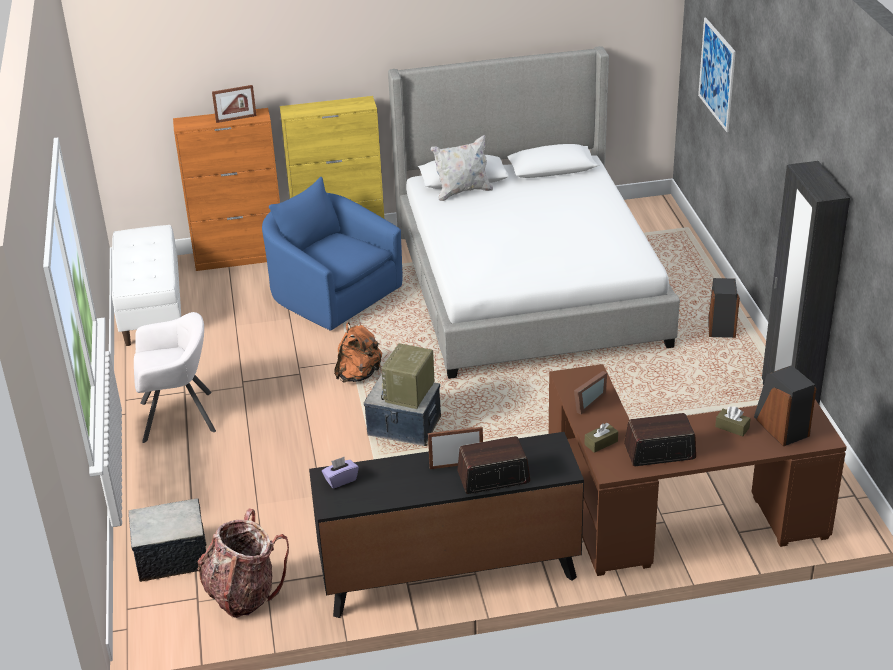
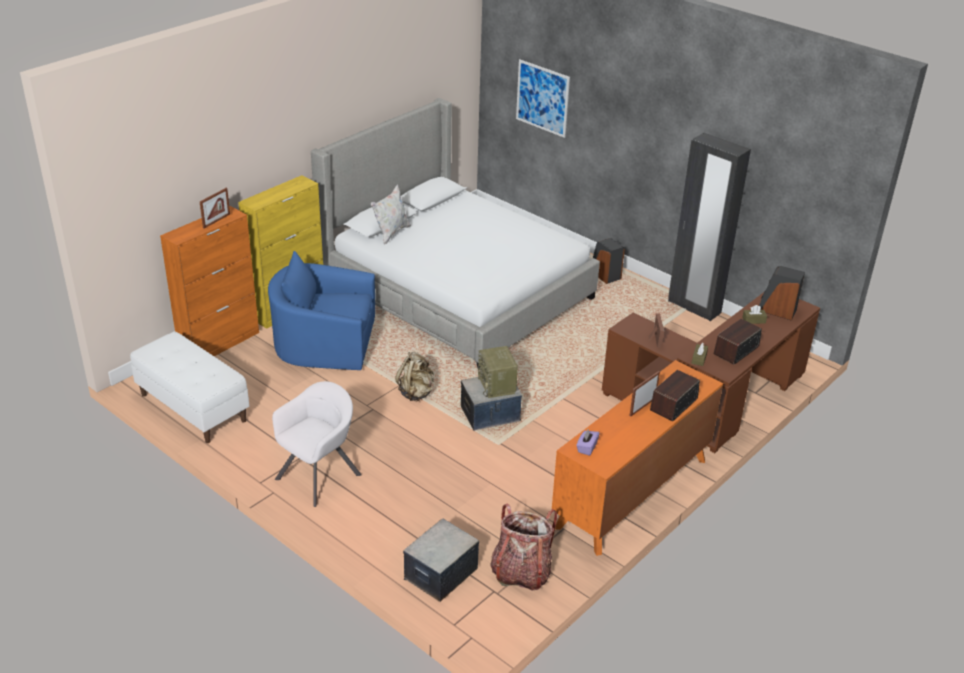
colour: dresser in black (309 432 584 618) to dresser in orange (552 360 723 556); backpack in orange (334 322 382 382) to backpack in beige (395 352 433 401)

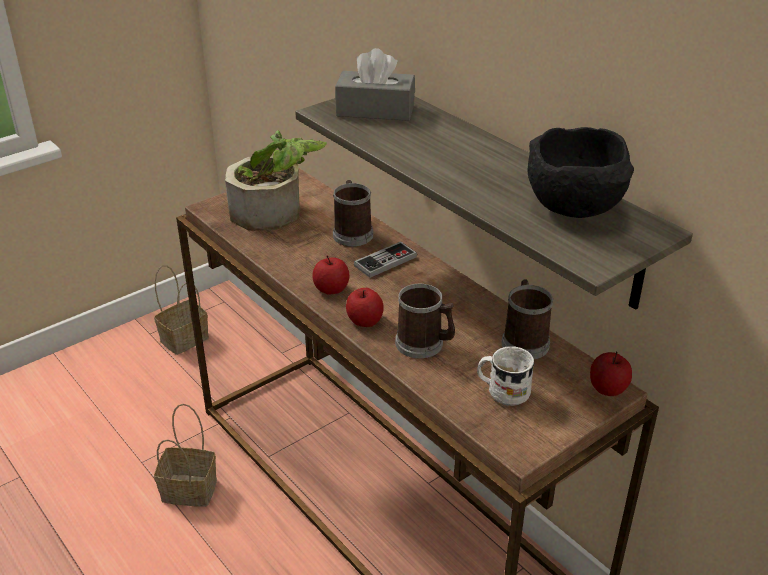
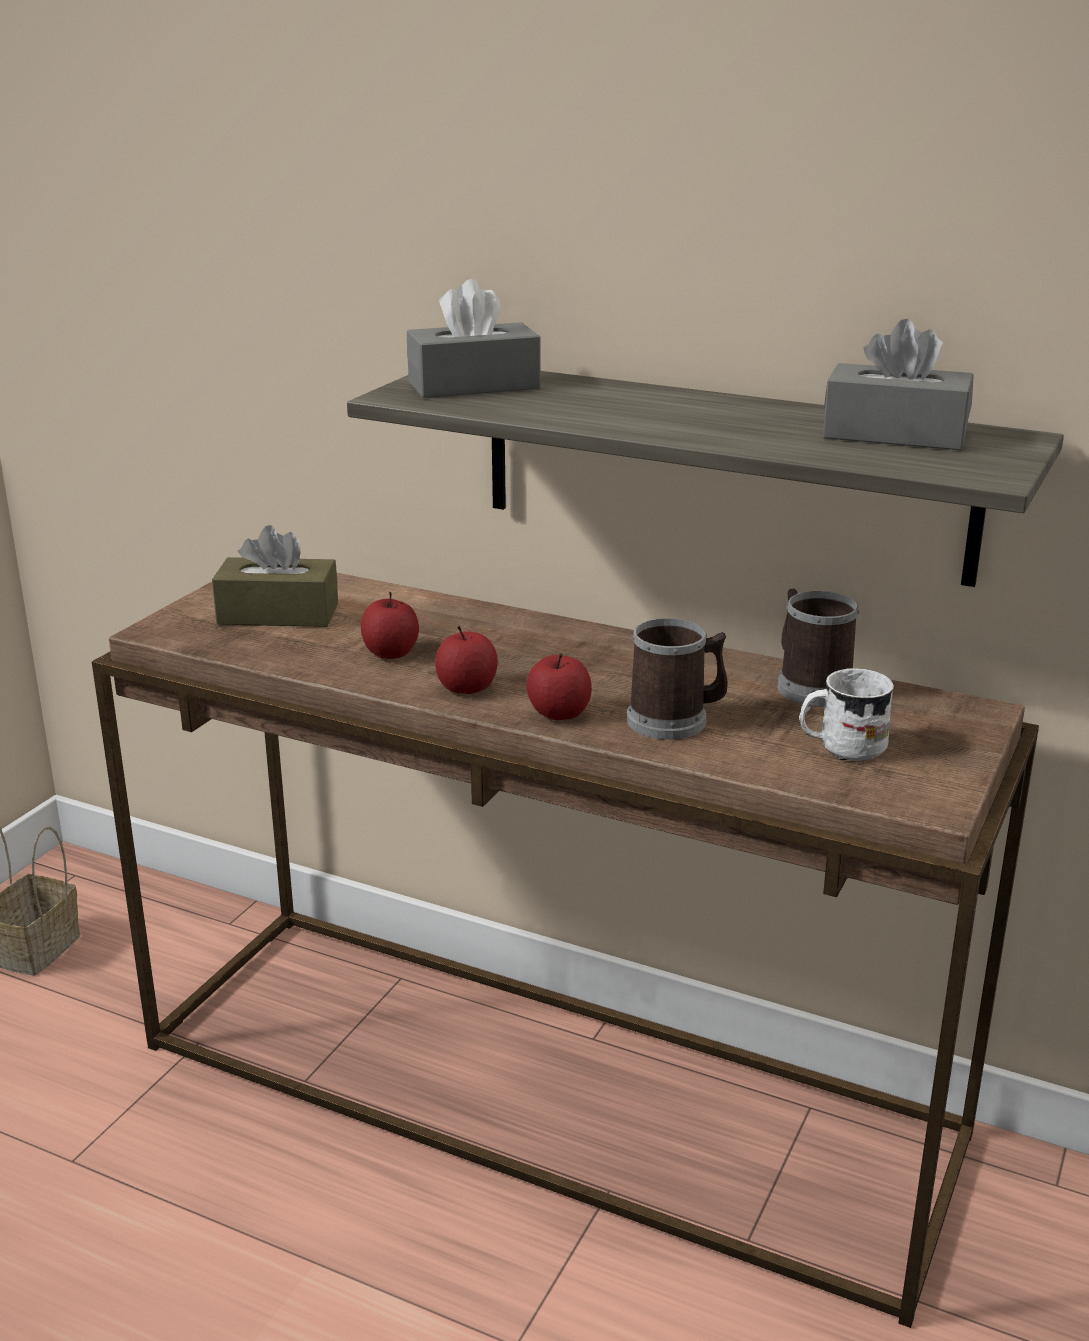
missing: basket (154 404 217 507); mug (333 180 373 246); game controller (354 241 417 278)
relocated: apple (590 352 632 396) to (361 592 419 659)
exchanged: potted plant (225 130 327 231) to tissue box in brown (212 525 338 627); bowl in black (527 127 634 218) to tissue box in grey (823 319 974 450)

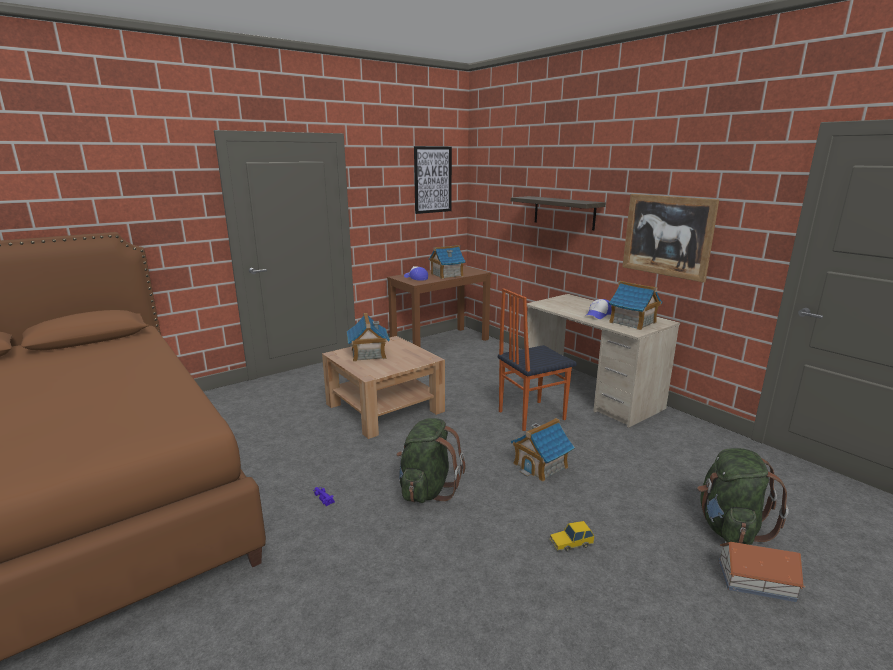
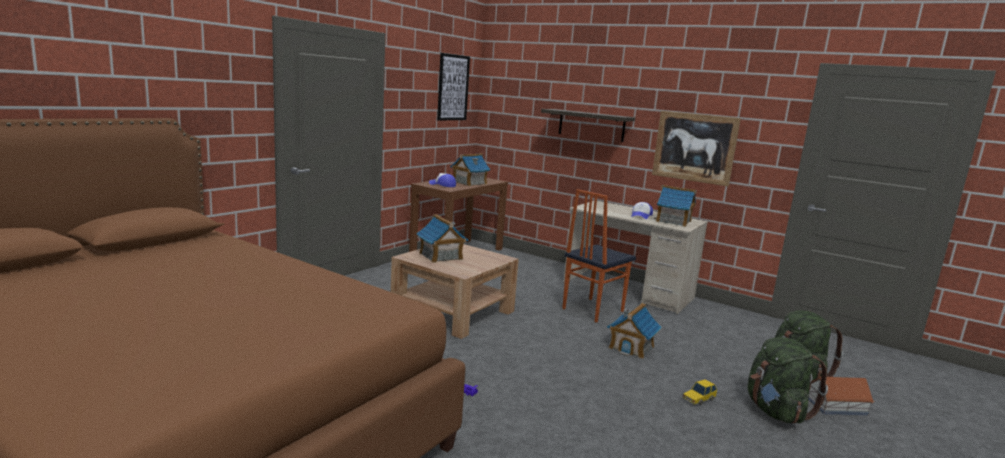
relocated: backpack in green (396 418 466 503) to (748 337 828 424)

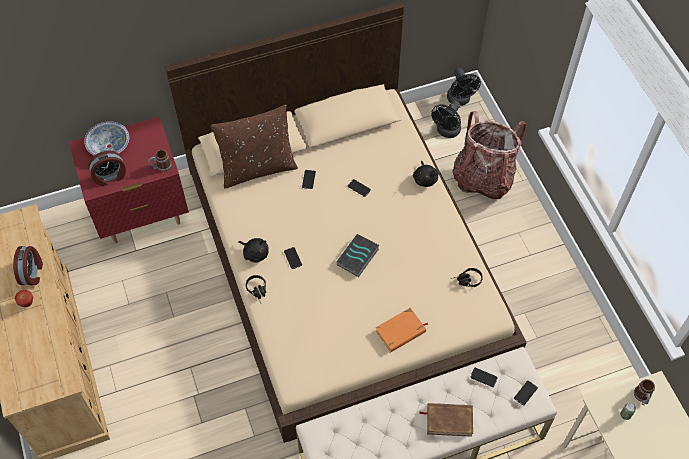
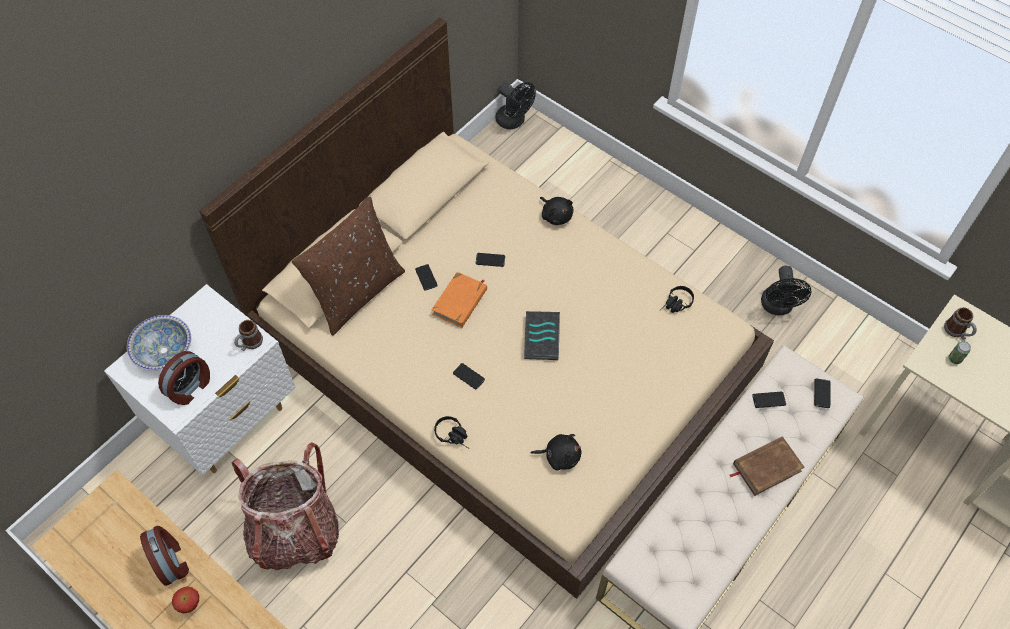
relocated: plush toy in black (238 238 269 262) to (531 434 582 471); book in orange (375 308 428 353) to (432 272 487 328); fan in black (431 100 461 138) to (761 266 811 315); backpack (452 111 526 199) to (231 442 339 570)
colour: nightstand in red (69 116 189 244) to nightstand in white (104 284 295 475)

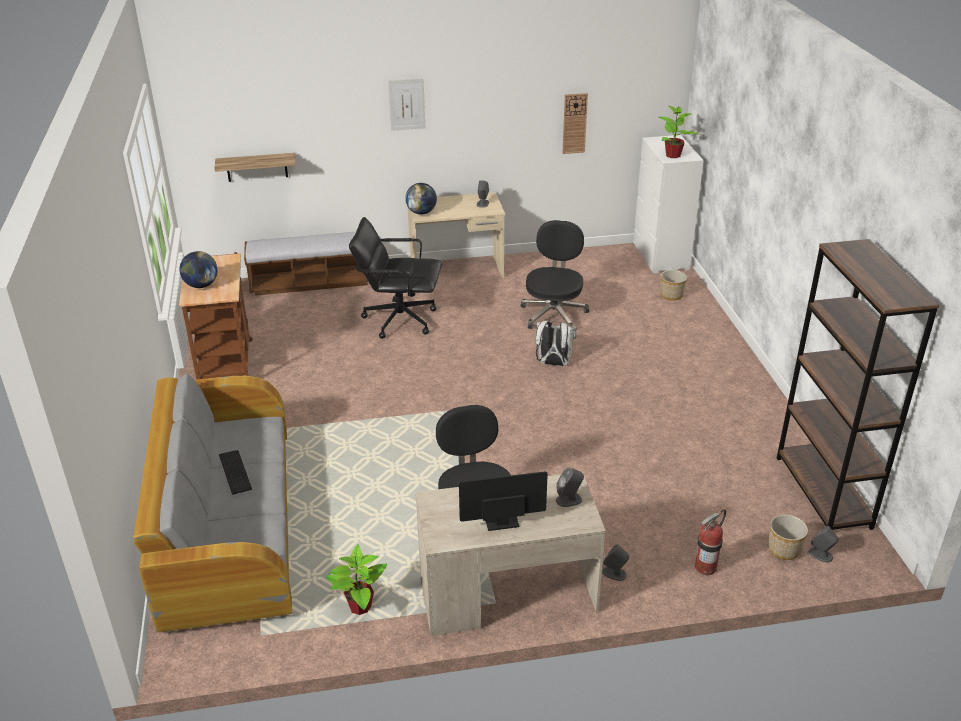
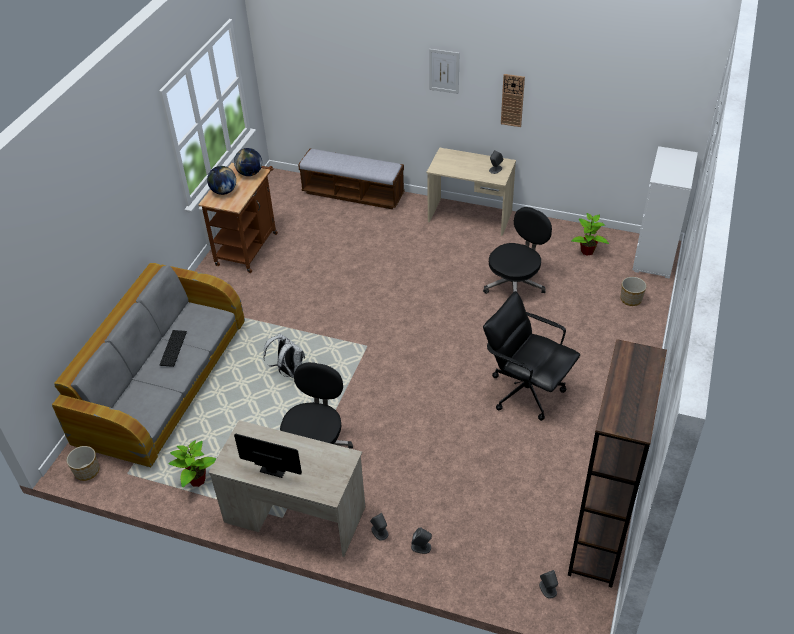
missing: shelf (214 153 296 182); fire extinguisher (695 509 726 575)
relocated: office chair in black (349 217 442 339) to (483 291 580 421); globe (405 183 437 215) to (234 148 262 176); backpack in white (536 321 576 366) to (263 333 305 378); speaker in grey (556 468 584 507) to (411 527 432 554); wall clock (562 93 588 154) to (501 74 525 127); potted plant (658 105 701 158) to (571 213 609 256); planter (768 515 808 560) to (66 446 99 481)

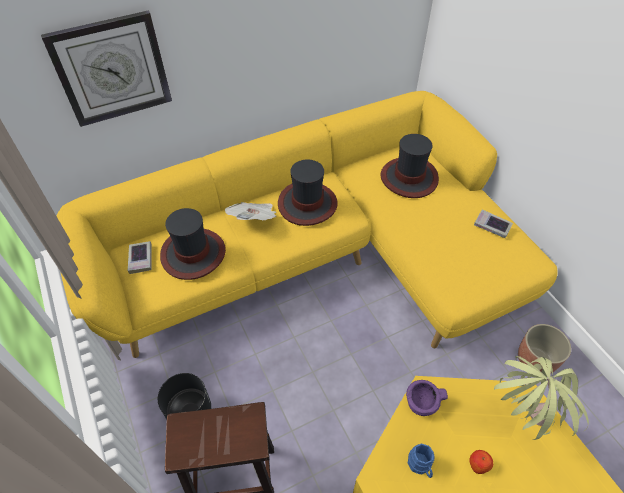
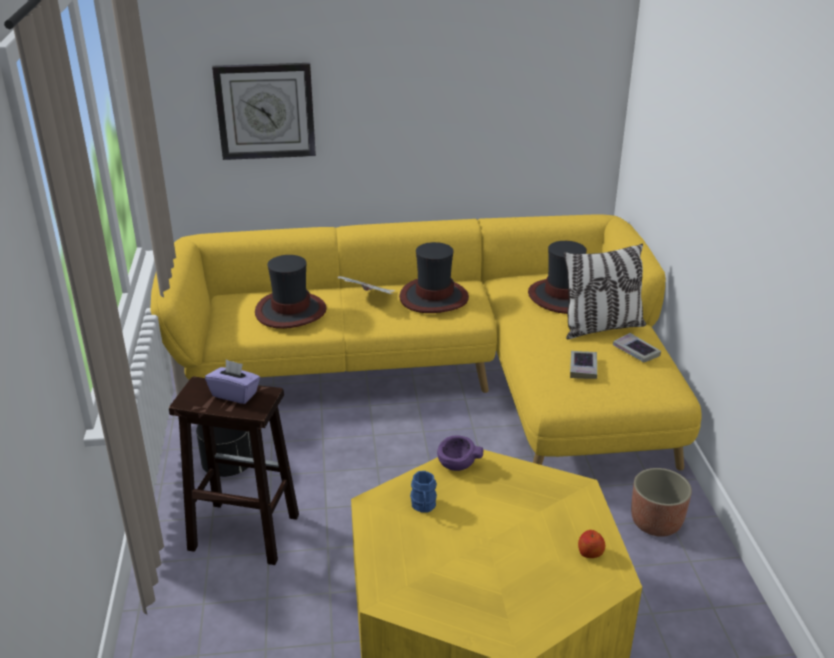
missing: potted plant (494 356 589 440)
appeared: tissue box in purple (205 359 260 404); pillow (564 244 646 339)
relocated: book (128 241 152 274) to (570 351 597 379); apple (469 450 493 474) to (578 530 605 558)

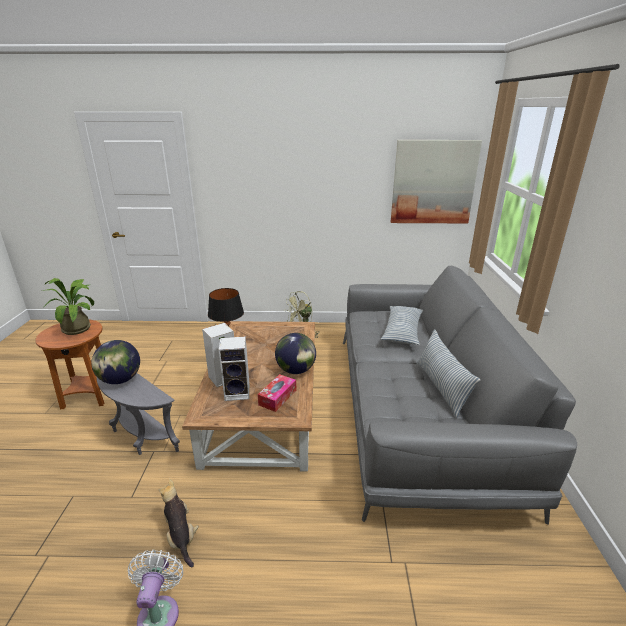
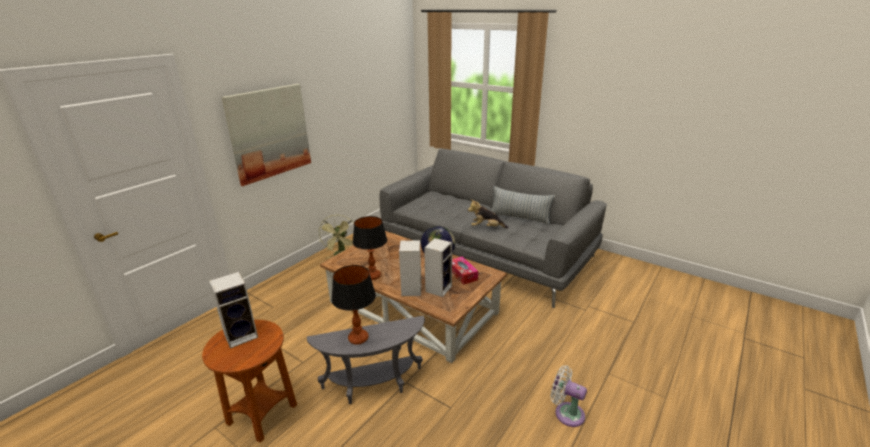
missing: pillow (381 306 423 345)
relocated: plush toy (159 479 199 567) to (468 199 509 228); picture (391 140 482 223) to (221 84 311 186)
exchanged: potted plant (42 278 94 335) to speaker (209 272 258 348); globe (91 340 140 384) to table lamp (331 265 376 345)

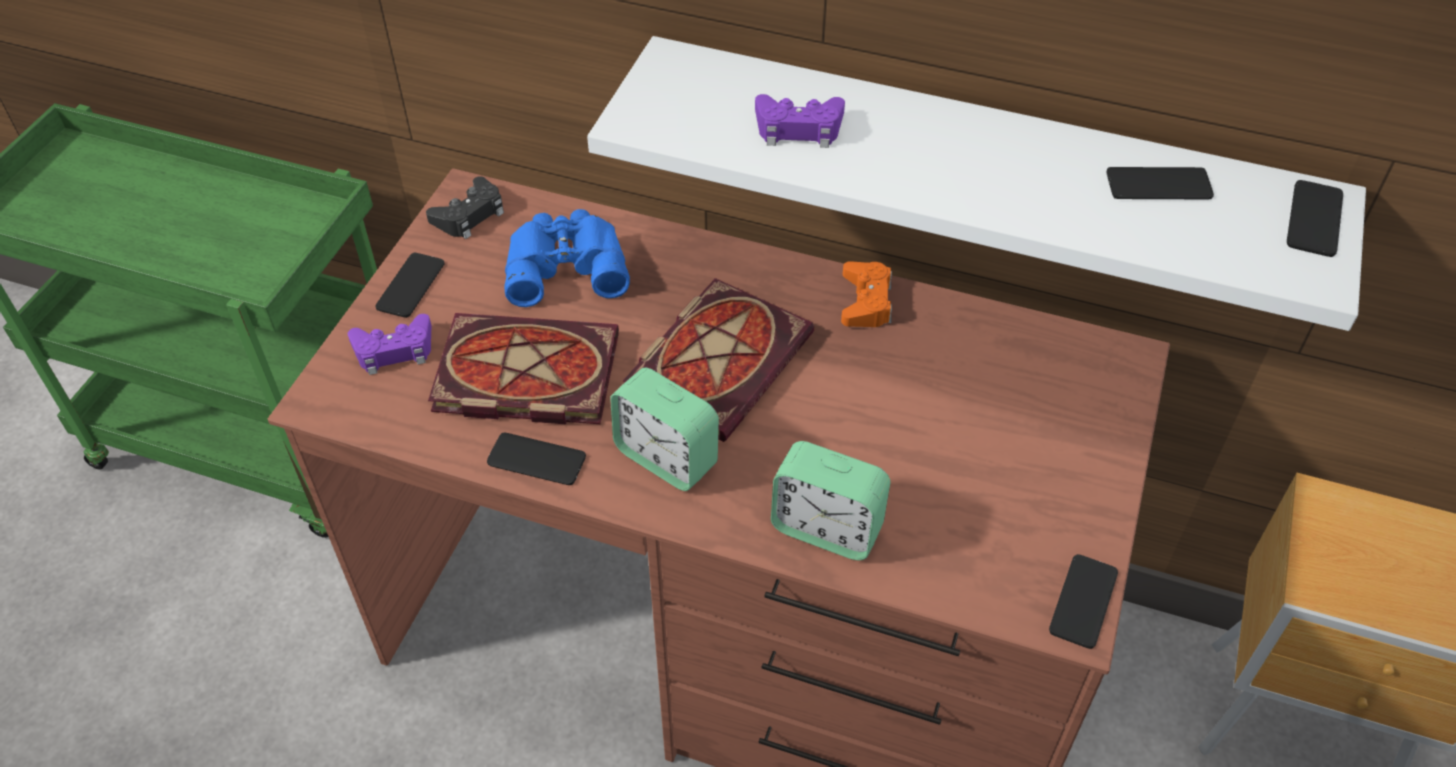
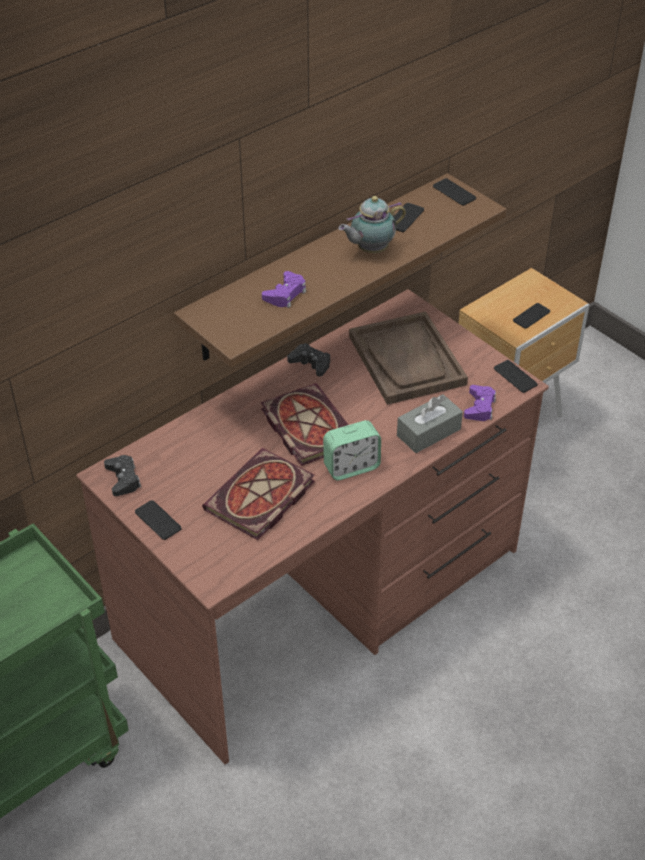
missing: binoculars in blue (504 209 630 307)
appeared: teapot (338 196 406 253); tray in brown (349 311 468 405)
relocated: game controller in purple (348 314 431 375) to (464 385 496 421); phone (487 433 586 485) to (513 303 550 329)
exchanged: alarm clock (771 441 891 560) to tissue box in grey (397 394 463 453)
colour: shelf in white (587 36 1366 331) to shelf in brown (174 173 507 368); game controller in orange (841 261 892 327) to game controller in black (287 343 330 376)

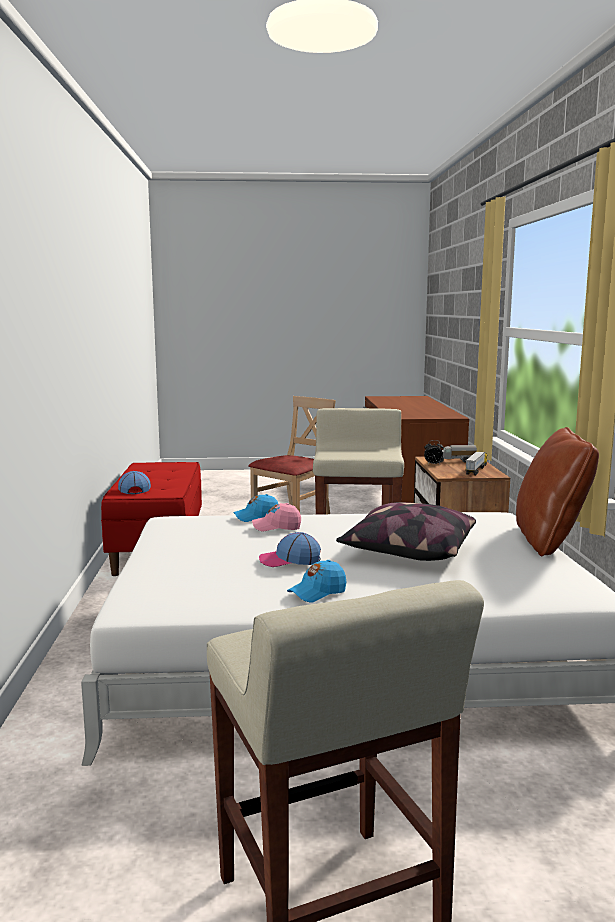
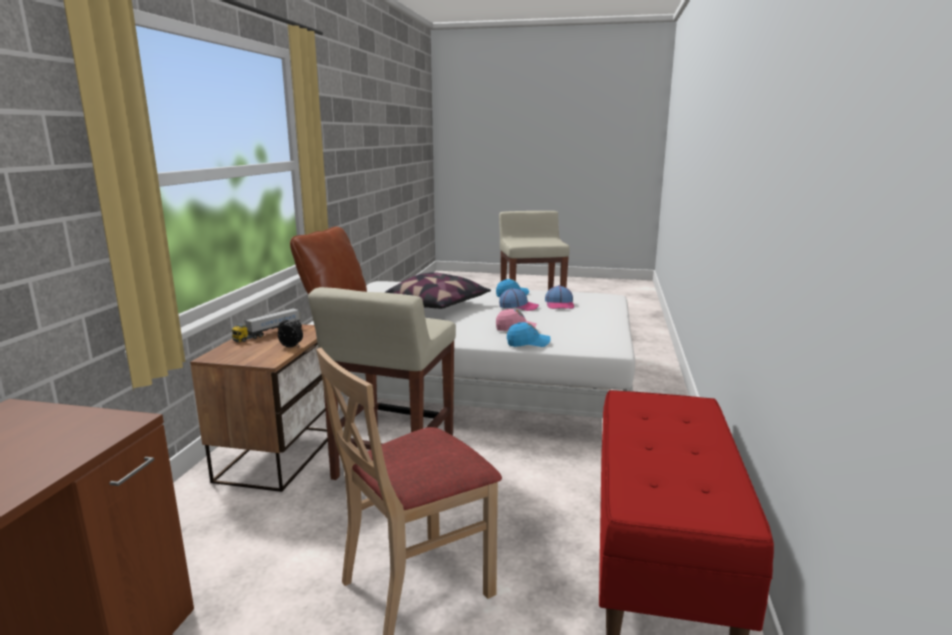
missing: toy truck (440 445 477 463)
relocated: cap (118 471 151 494) to (545 285 574 309)

